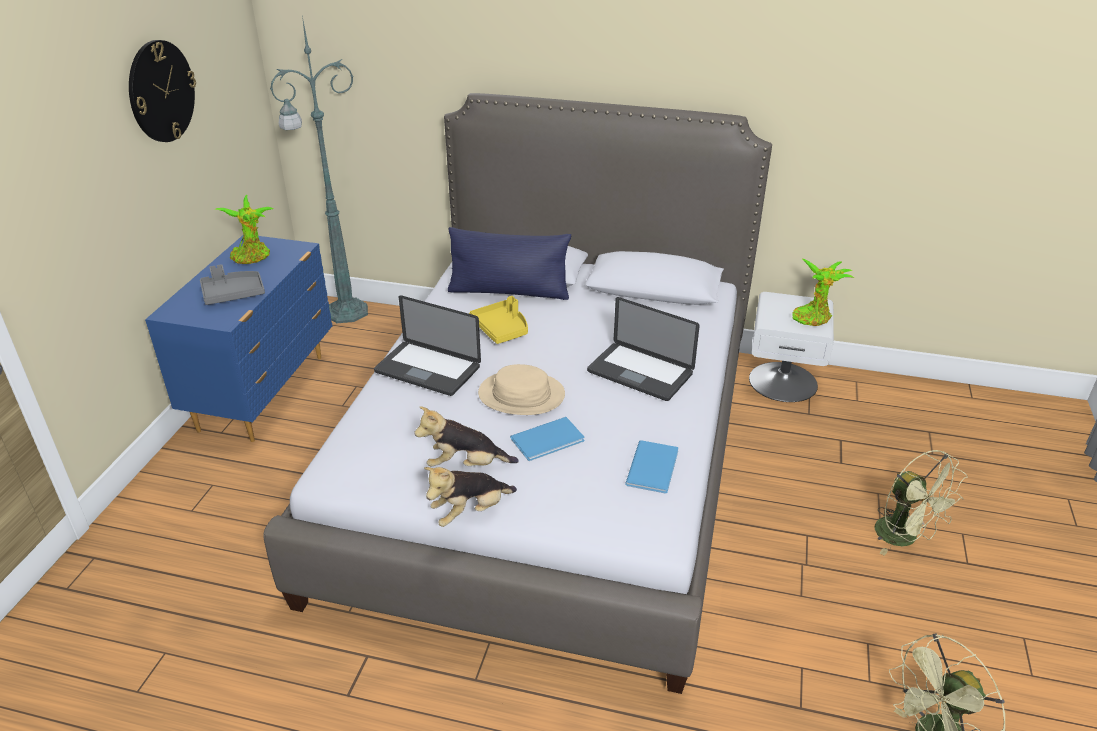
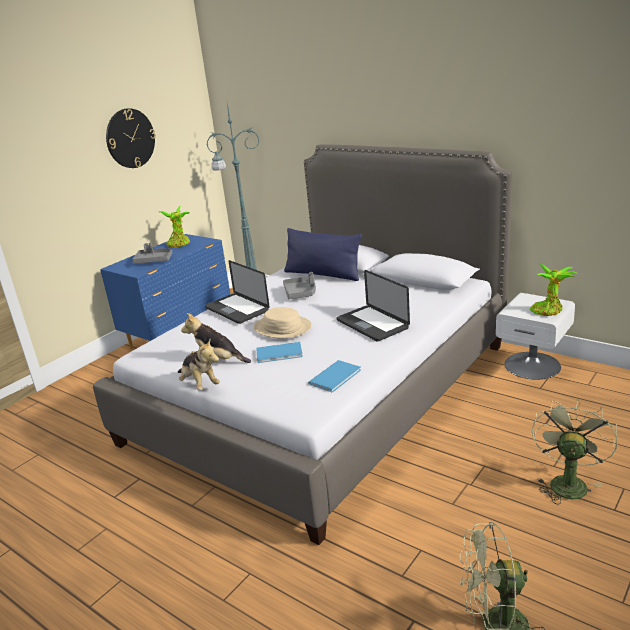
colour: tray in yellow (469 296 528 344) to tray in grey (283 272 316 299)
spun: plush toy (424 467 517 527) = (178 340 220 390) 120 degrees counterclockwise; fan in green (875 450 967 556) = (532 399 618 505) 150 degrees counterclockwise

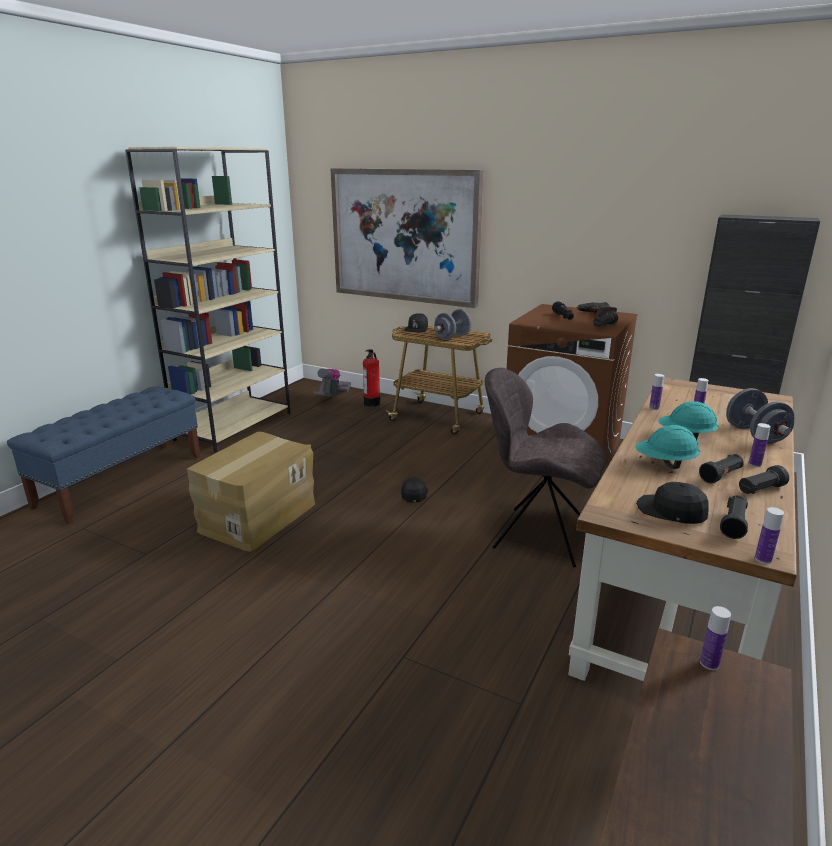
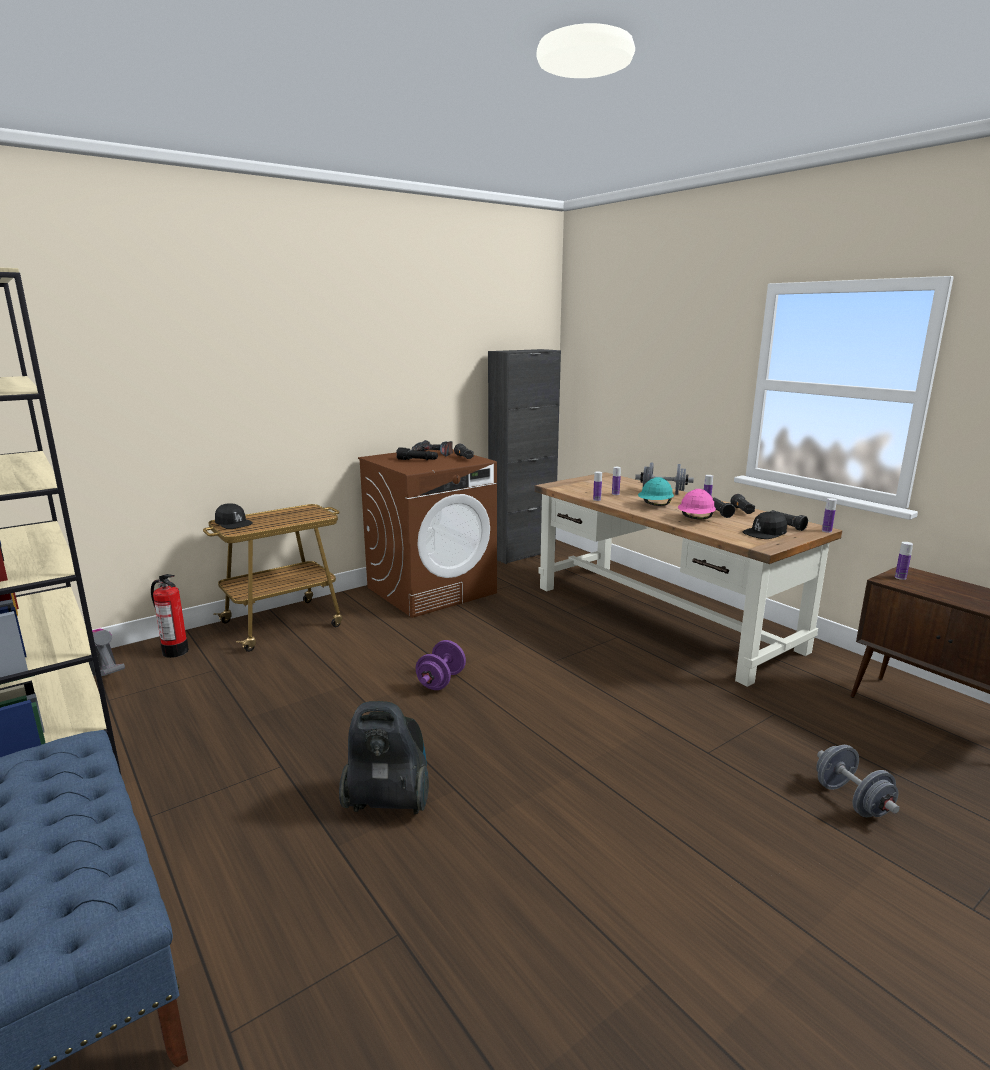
missing: picture (331 168 484 308); chair in grey (485 368 606 567)
relocated: dumbbell in grey (434 309 472 340) to (816 745 900 817)
exchanged: cardboard box (187 432 315 552) to vacuum cleaner (339 701 429 814); cap in black (401 478 428 502) to dumbbell in purple (416 640 466 690)
colour: hard hat in turquoise (636 425 700 469) to hard hat in pink (678 489 716 519)

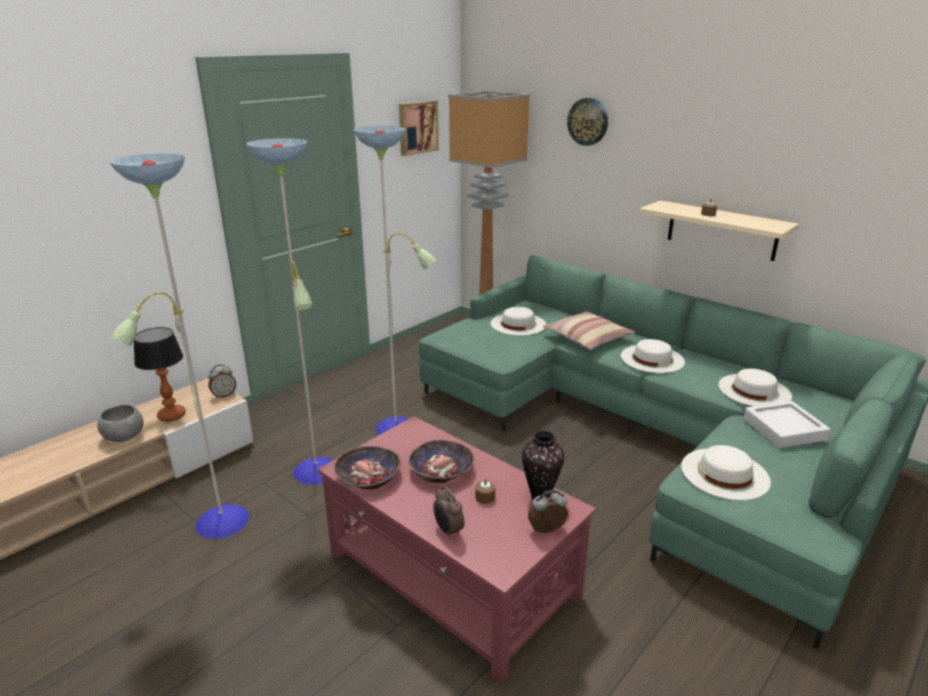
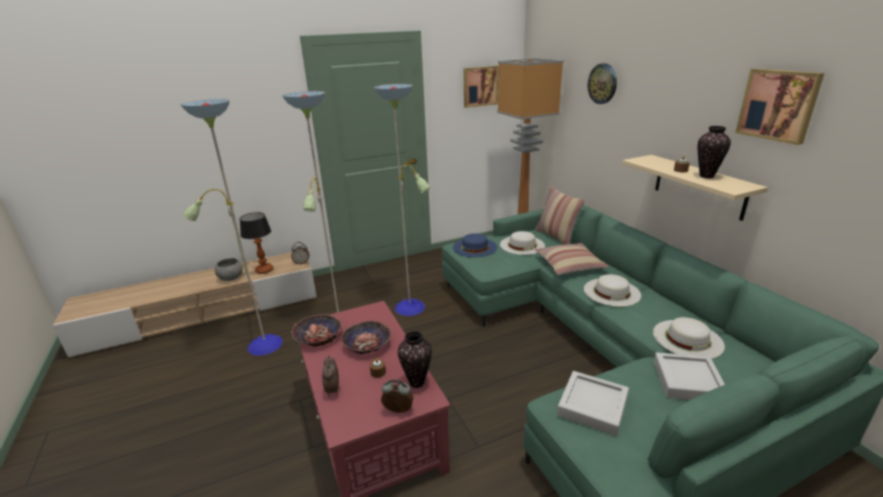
appeared: hat in blue (453 233 497 257); pillow (536 187 585 245); vase (698 126 731 178); picture (735 69 824 145)
exchanged: hat in white (681 445 771 500) to tray in grey (557 371 629 436)

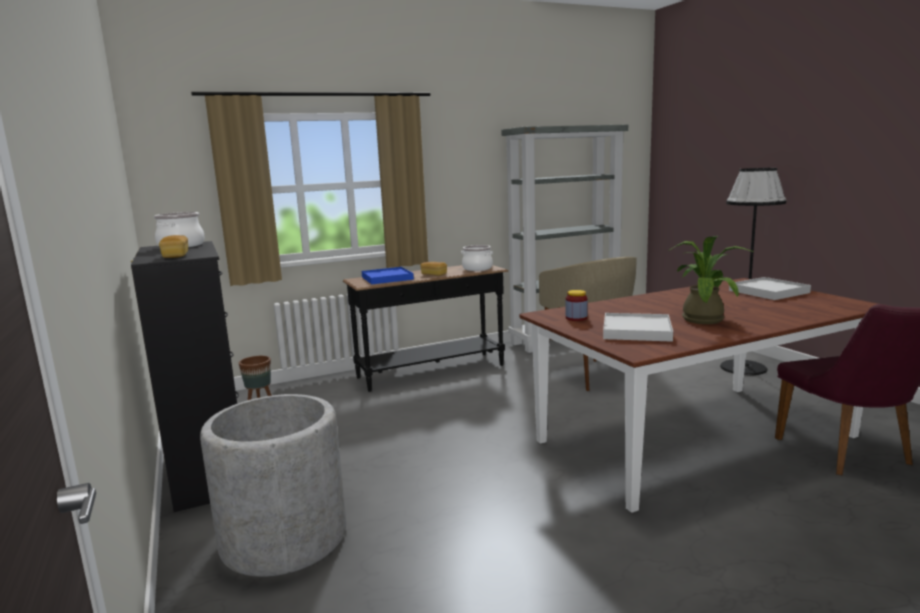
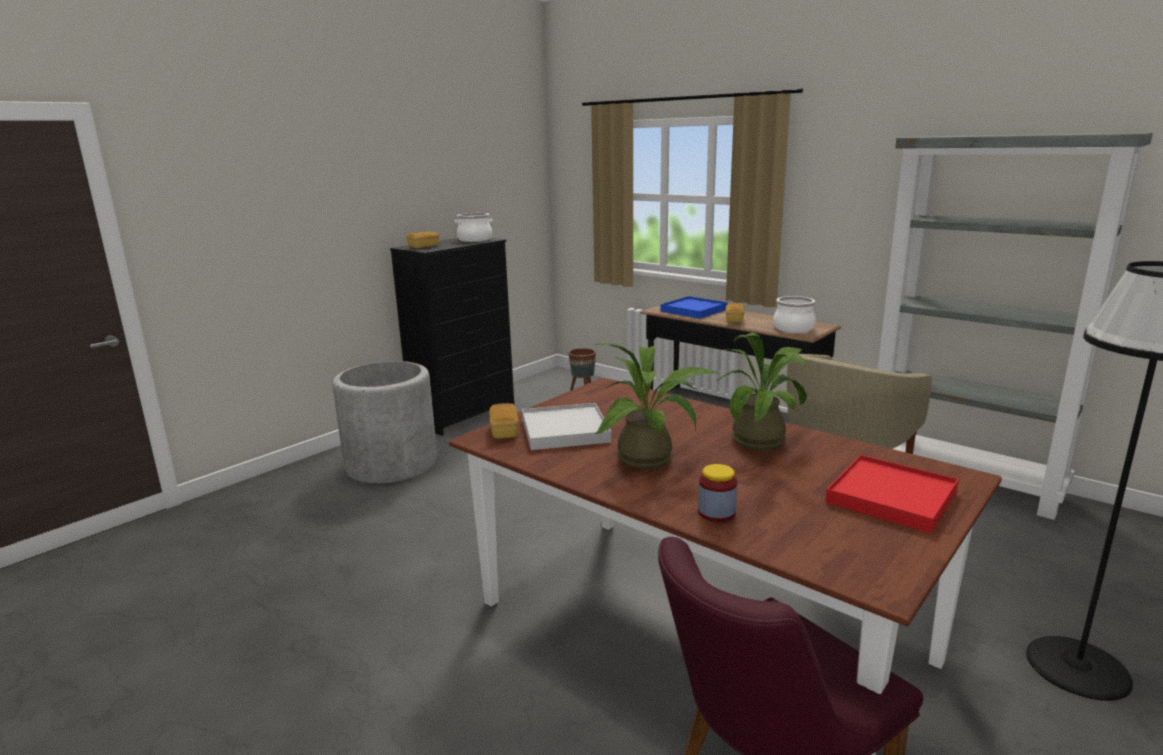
appeared: bread (489 403 518 439); potted plant (717 333 810 451)
relocated: jar (566 290 588 321) to (698 464 737 522)
colour: tray in white (729 277 811 300) to tray in red (826 455 959 533)

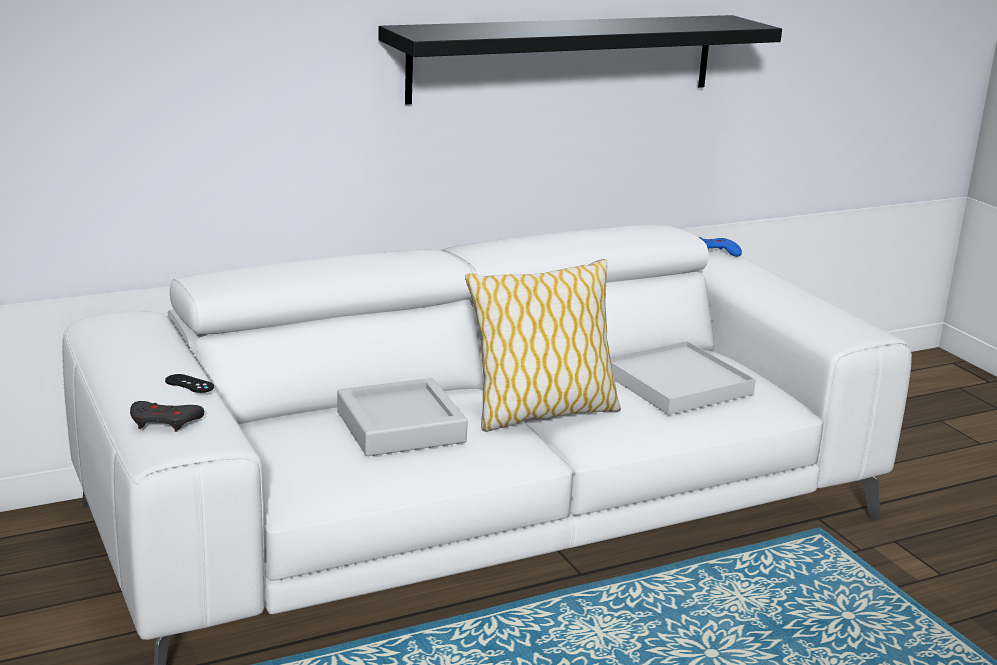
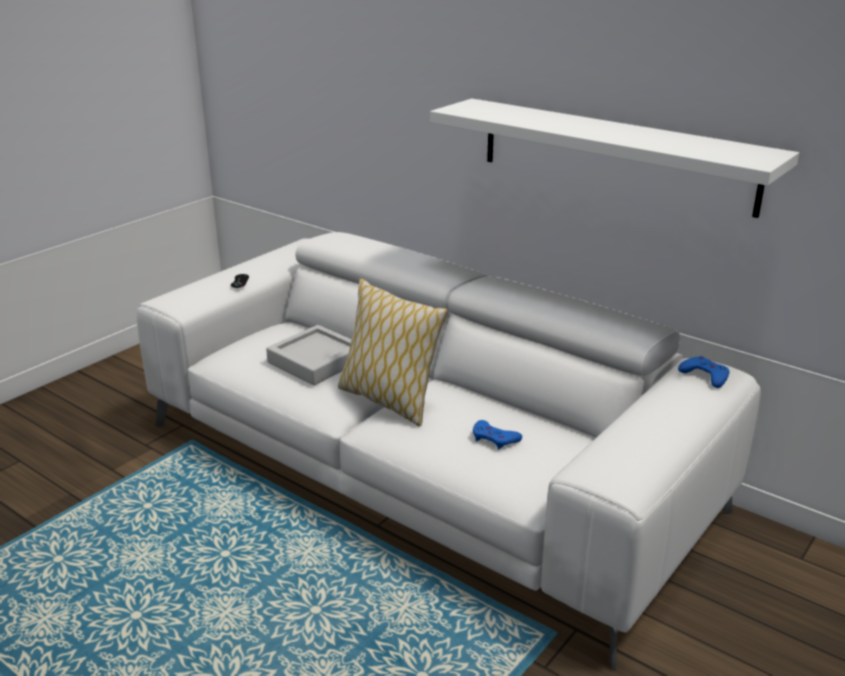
missing: game controller in grey (130 401 204 432)
exchanged: tray in white (611 341 756 415) to game controller in blue (473 420 522 450)
colour: shelf in black (378 15 782 105) to shelf in white (430 99 799 218)

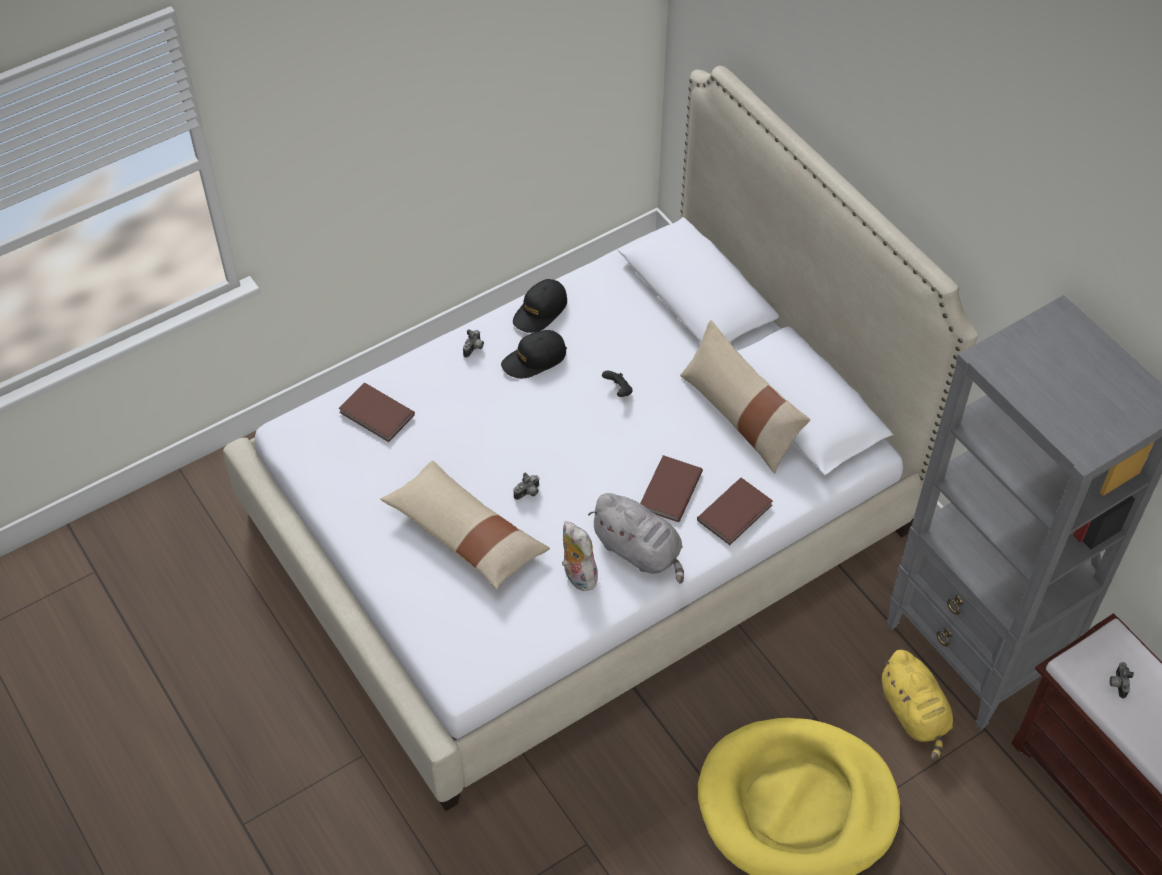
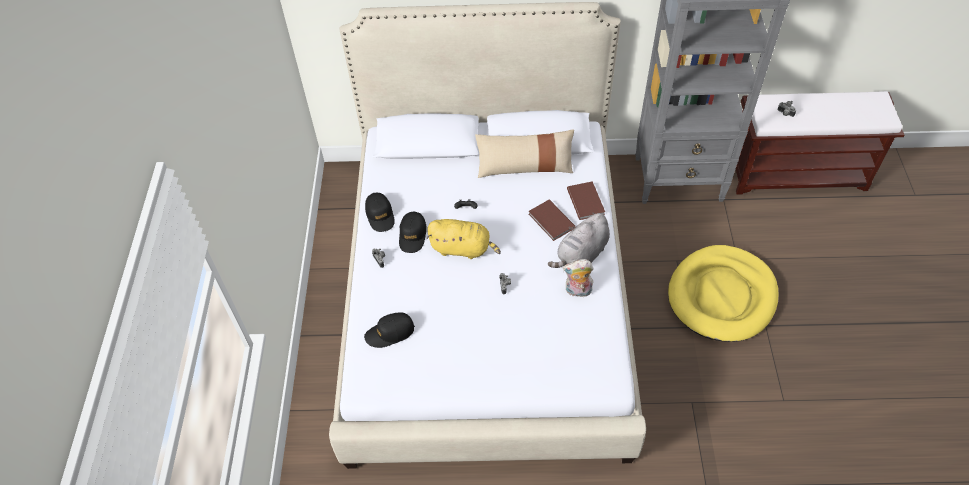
missing: pillow in beige (380 461 550 590)
relocated: plush toy in yellow (880 650 953 761) to (427 219 501 259)
exchanged: book in brown (339 383 415 442) to cap in black (364 312 415 348)
spun: plush toy in grey (588 493 684 584) = (548 213 610 268) 150 degrees clockwise

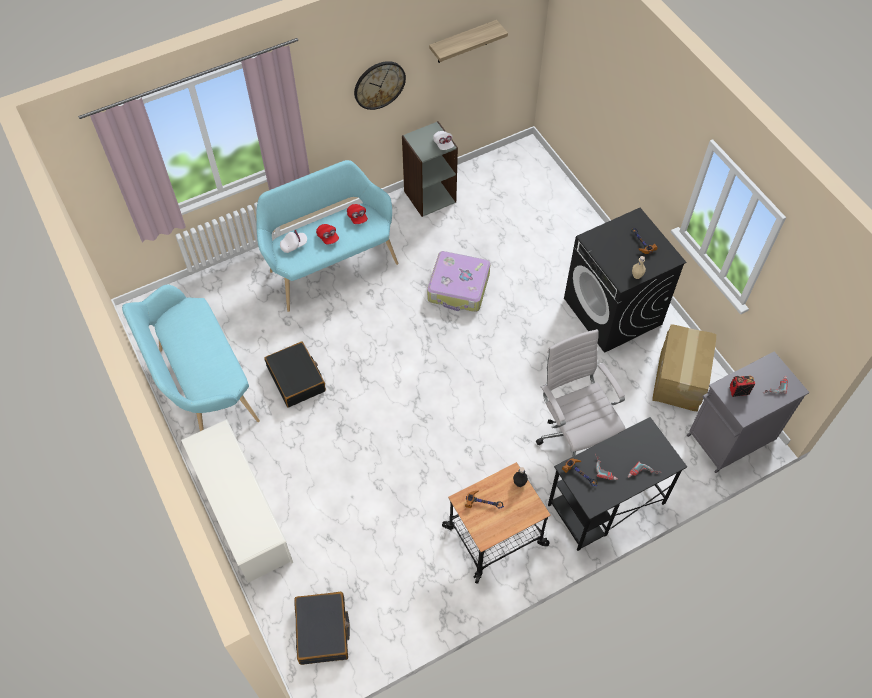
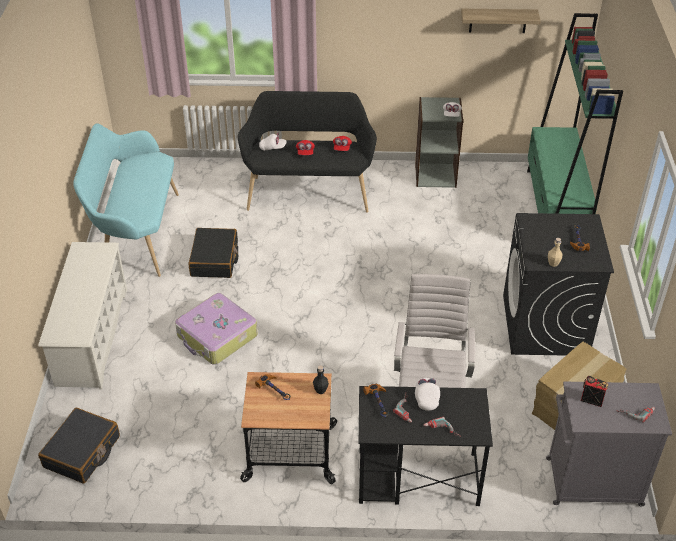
missing: wall clock (354 61 406 110)
appeared: cap in white (415 378 440 411); bookcase in green (527 13 623 214)
relocated: suitcase (427 251 490 312) to (175 293 258 365)
colour: bench in turquoise (256 160 398 312) to bench in black (238 91 377 213)

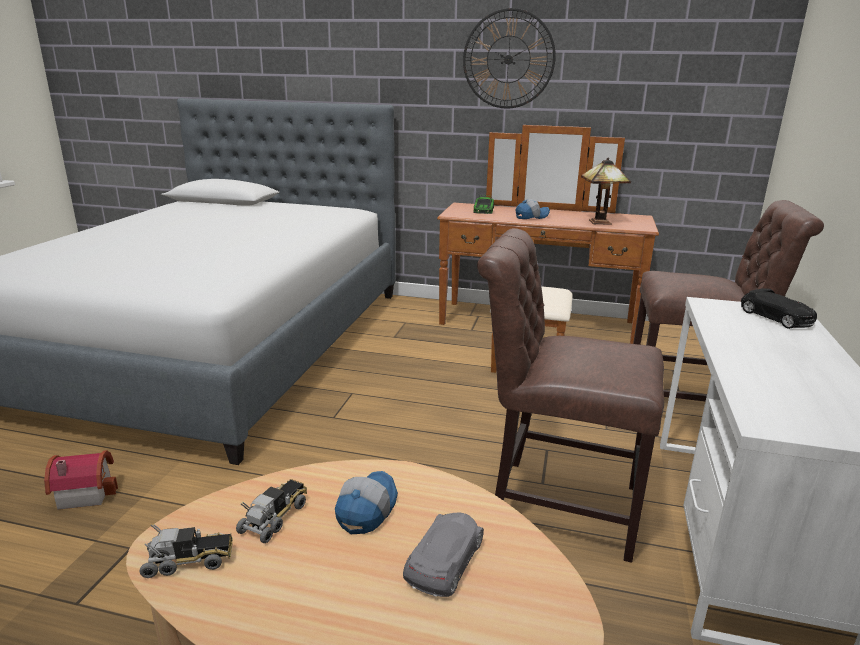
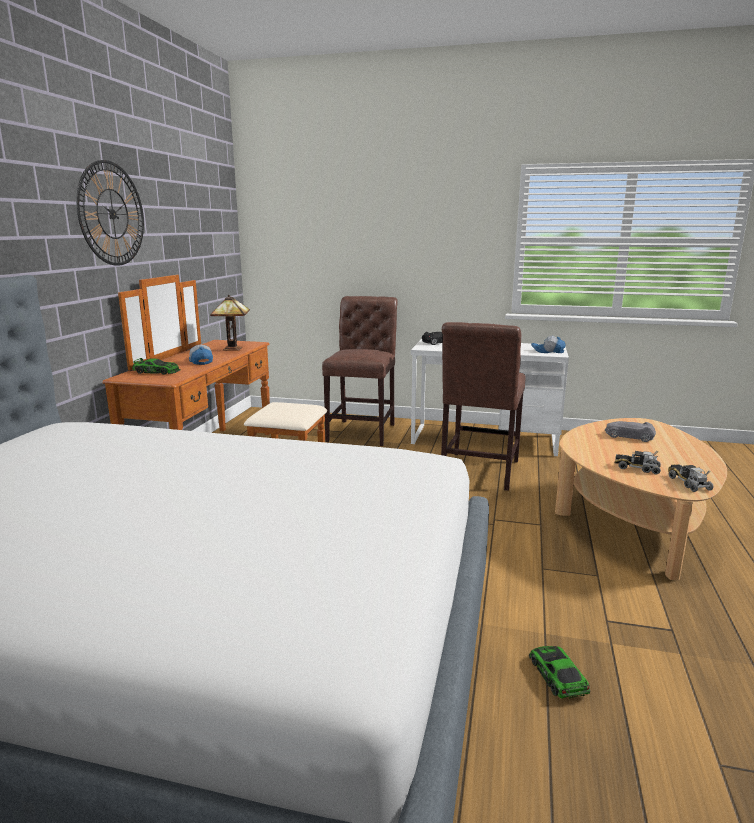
relocated: cap (335 471 398 534) to (531 336 566 353)
exchanged: toy house (44 450 118 510) to toy car (529 646 590 699)

